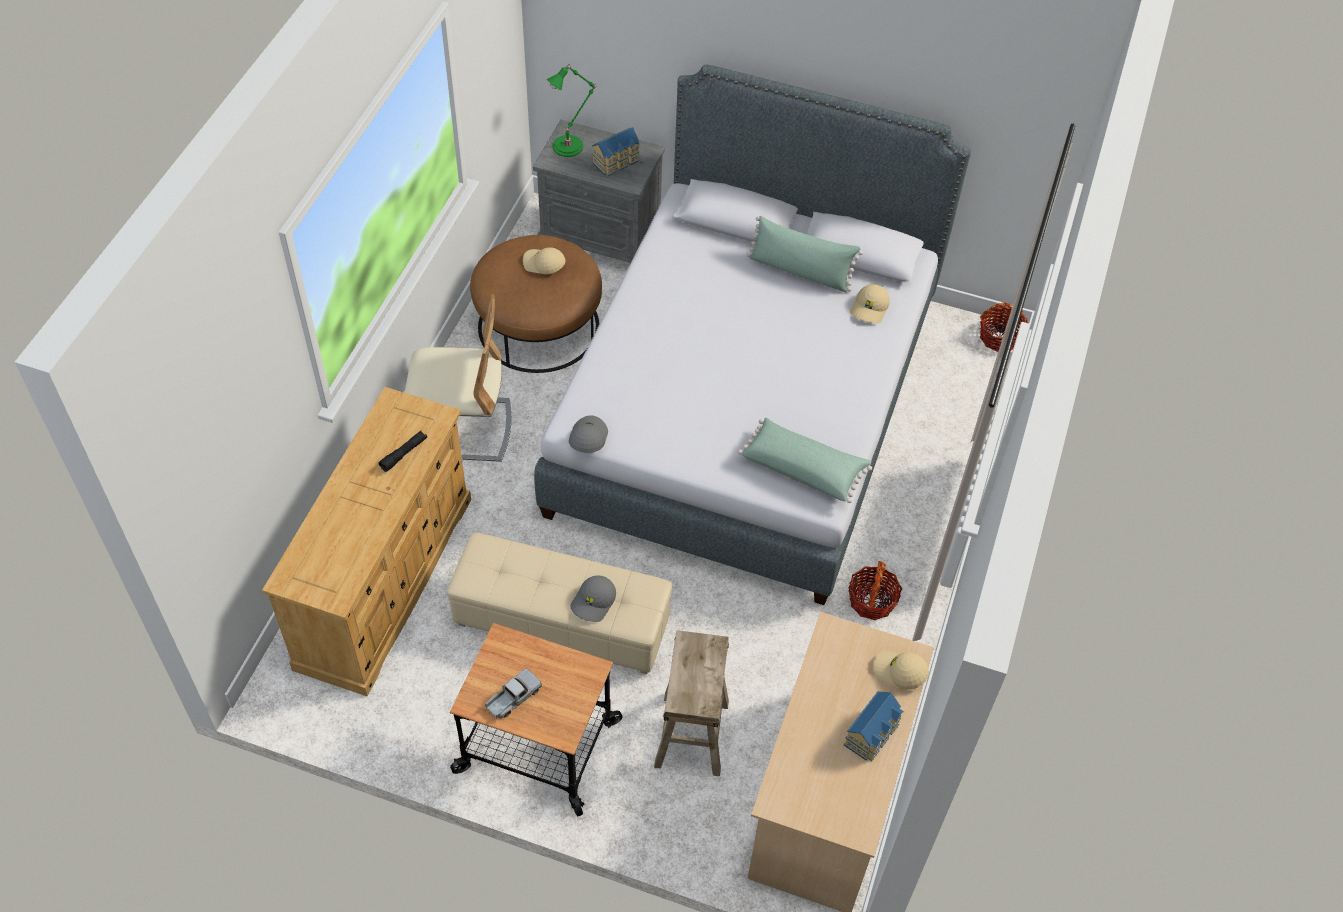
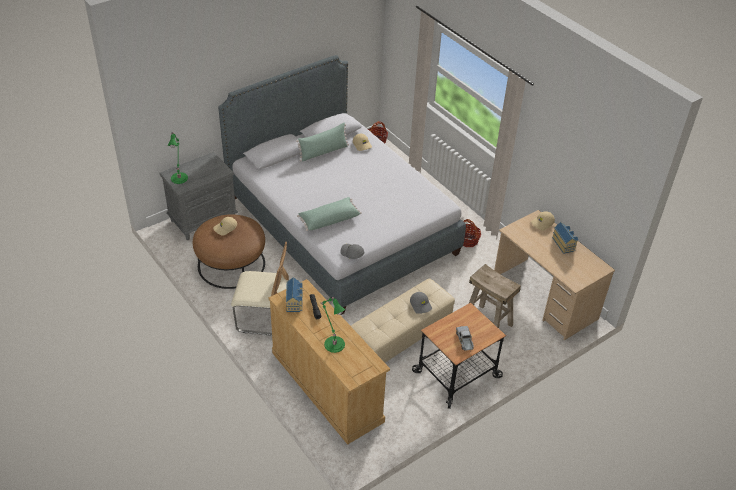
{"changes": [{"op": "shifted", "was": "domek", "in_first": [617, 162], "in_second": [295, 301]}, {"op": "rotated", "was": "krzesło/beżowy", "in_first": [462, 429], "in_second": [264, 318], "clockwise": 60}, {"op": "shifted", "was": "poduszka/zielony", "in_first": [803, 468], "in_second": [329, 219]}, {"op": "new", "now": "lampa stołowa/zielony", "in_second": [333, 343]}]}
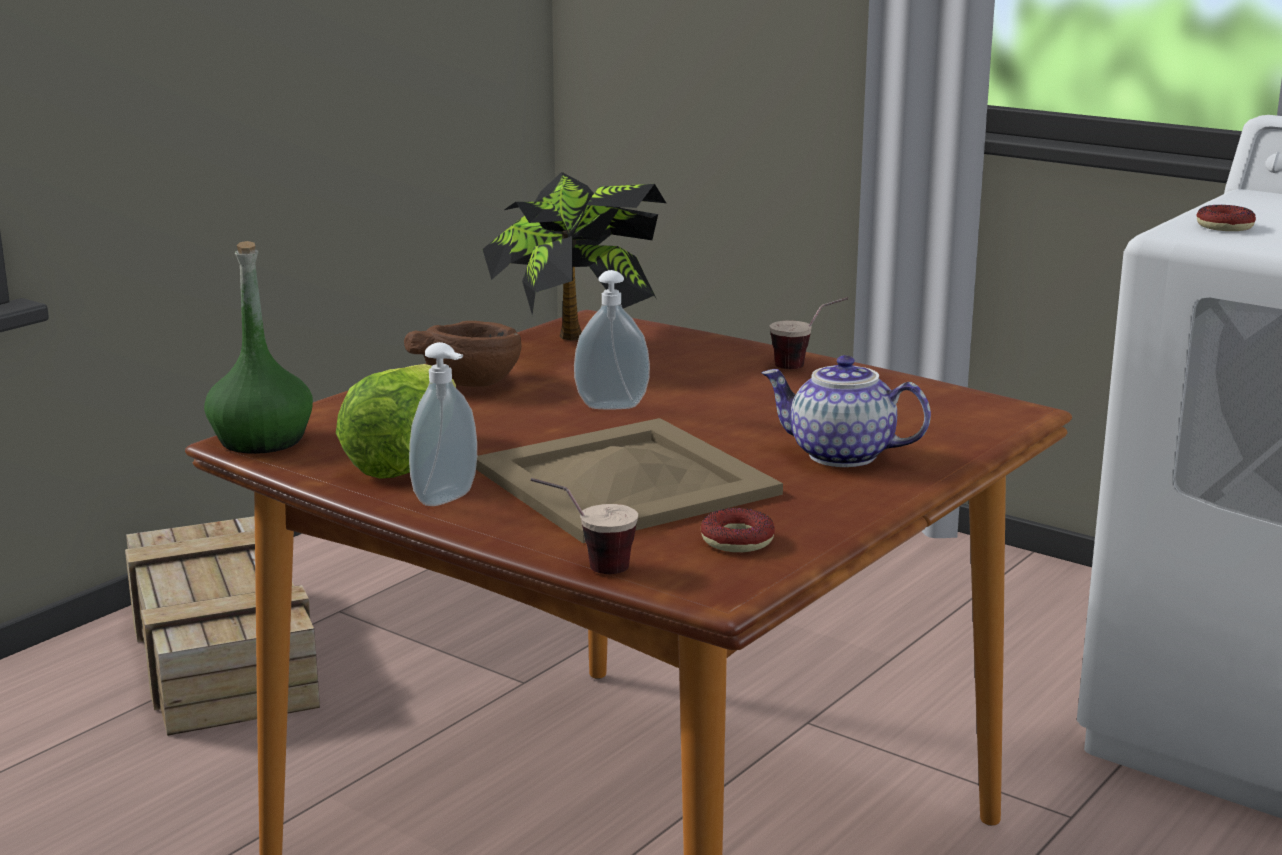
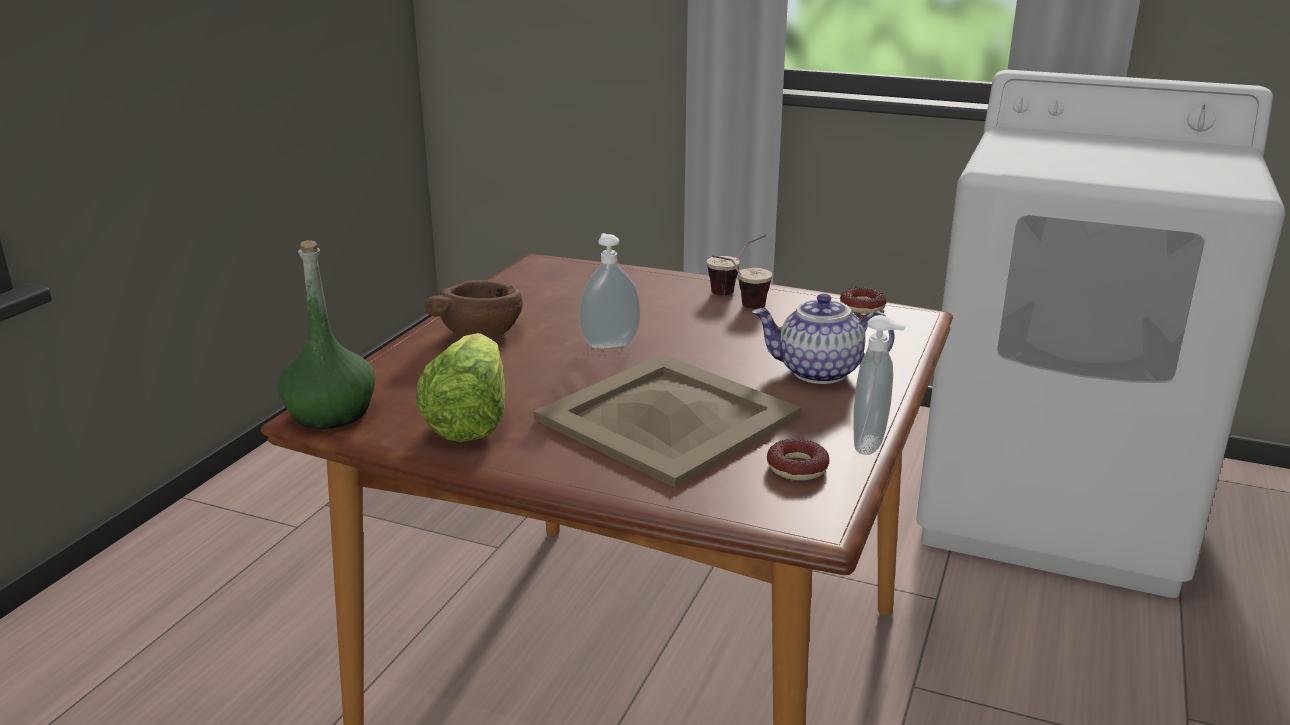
{"changes": [{"op": "gone", "was": "roślina doniczkowa", "in_first": [574, 344]}, {"op": "shifted", "was": "donut", "in_first": [1224, 226], "in_second": [862, 306]}, {"op": "shifted", "was": "dozownik mydła", "in_first": [448, 499], "in_second": [872, 445]}, {"op": "shifted", "was": "filiżanka", "in_first": [585, 568], "in_second": [740, 307]}, {"op": "gone", "was": "skrzynka", "in_first": [218, 652]}]}
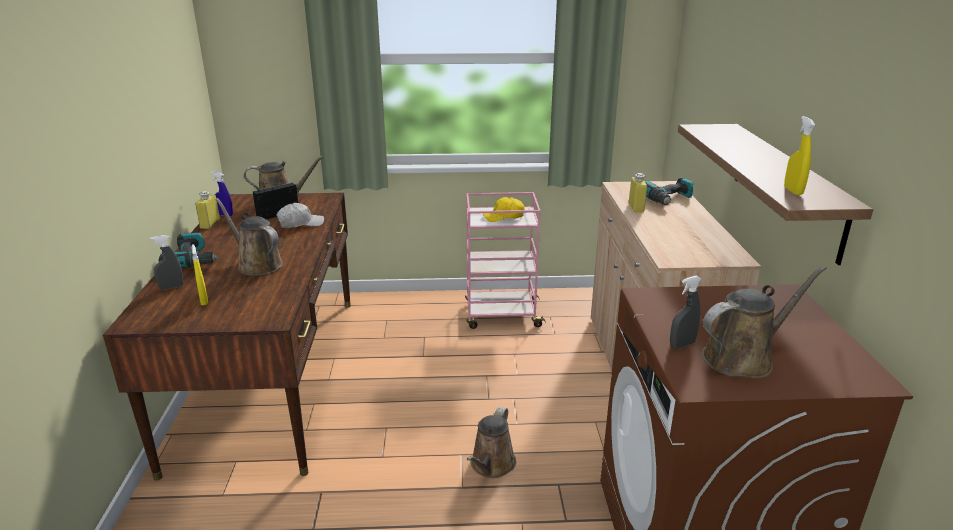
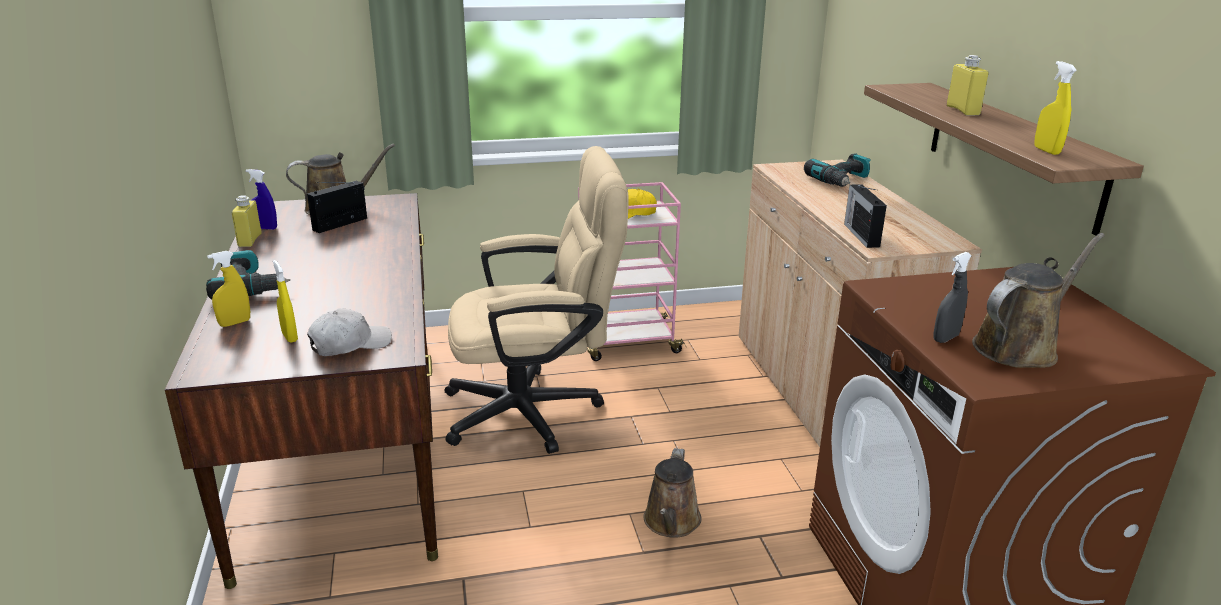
{"changes": [{"op": "shifted", "was": "butelka/żółty", "in_first": [636, 207], "in_second": [962, 110]}, {"op": "gone", "was": "konewka/brązowy", "in_first": [257, 264]}, {"op": "shifted", "was": "czapka z daszkiem/biały", "in_first": [300, 223], "in_second": [350, 344]}, {"op": "repainted", "was": "spryskiwacz/szary", "now": "spryskiwacz/żółty", "in_first": [171, 287], "in_second": [235, 323]}, {"op": "new", "now": "krzesło biurowe/beżowy", "in_second": [537, 411]}, {"op": "new", "now": "radio", "in_second": [861, 235]}]}
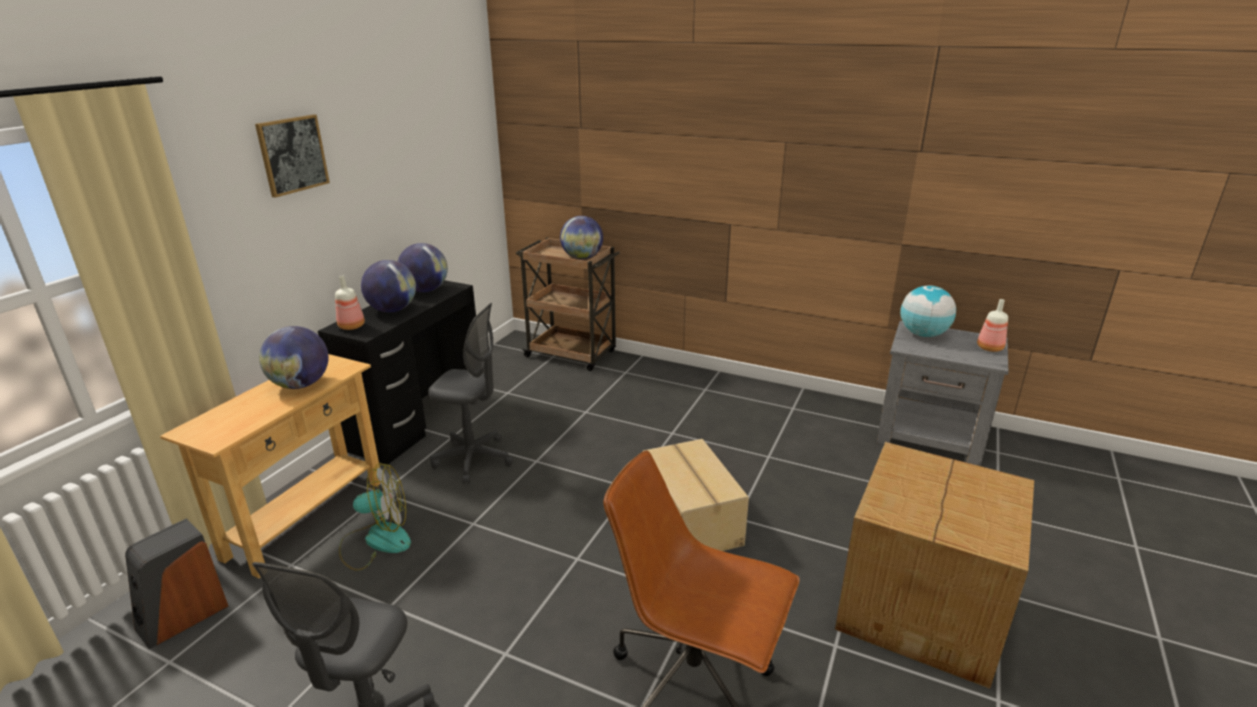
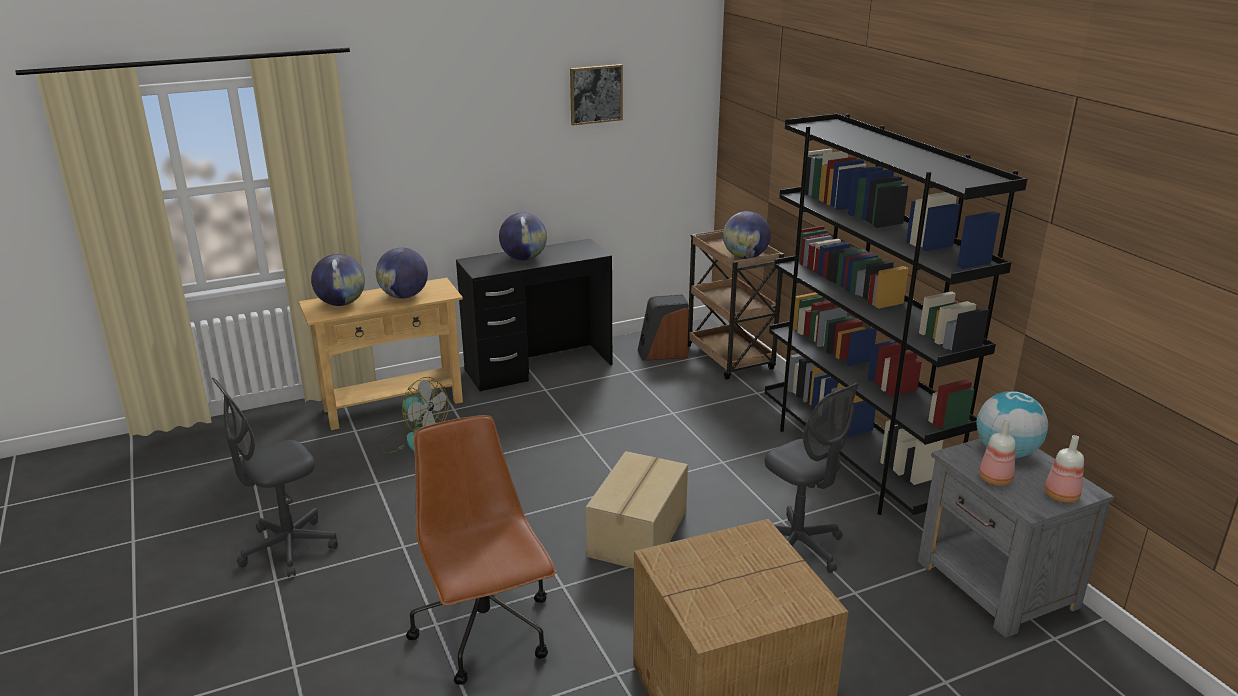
{"changes": [{"op": "shifted", "was": "obraz", "in_first": [292, 155], "in_second": [596, 94]}, {"op": "shifted", "was": "globus", "in_first": [425, 290], "in_second": [341, 303]}, {"op": "shifted", "was": "butelka", "in_first": [352, 326], "in_second": [995, 479]}, {"op": "shifted", "was": "krzesło biurowe/szary", "in_first": [473, 459], "in_second": [797, 547]}, {"op": "shifted", "was": "głośnik", "in_first": [183, 616], "in_second": [662, 353]}, {"op": "new", "now": "regał/czarny", "in_second": [854, 462]}]}
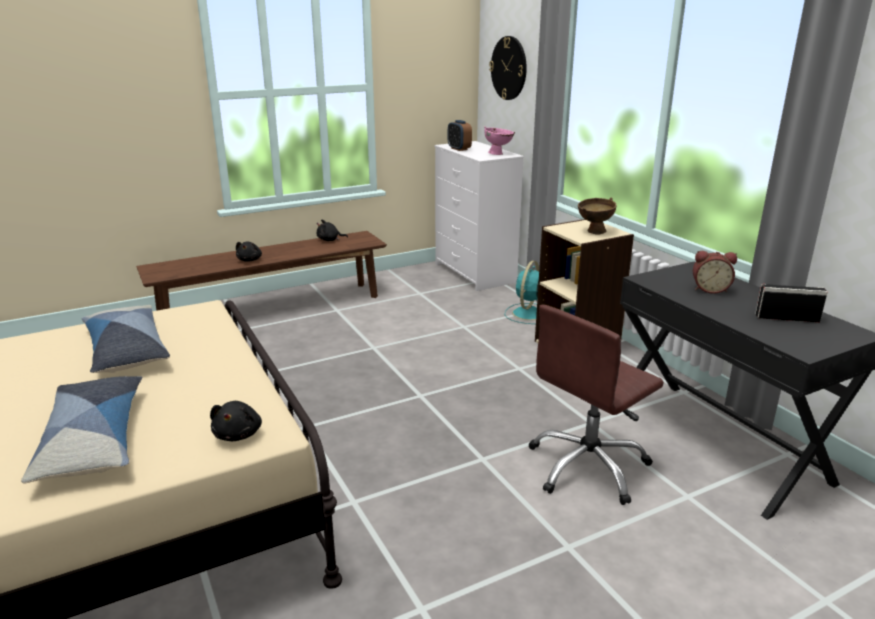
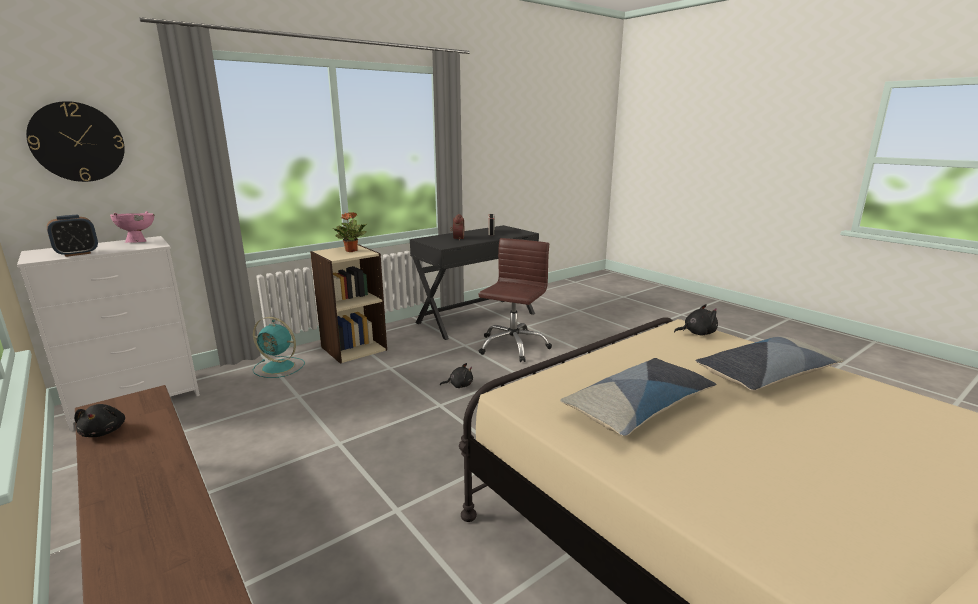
{"changes": [{"op": "swapped", "was": "miska/brązowy", "now": "roślina doniczkowa", "in_first": [594, 232], "in_second": [351, 251]}, {"op": "shifted", "was": "pluszak/czarny", "in_first": [250, 260], "in_second": [459, 385]}, {"op": "rotated", "was": "krzesło biurowe/brązowy", "in_first": [588, 466], "in_second": [512, 346], "clockwise": -105}]}
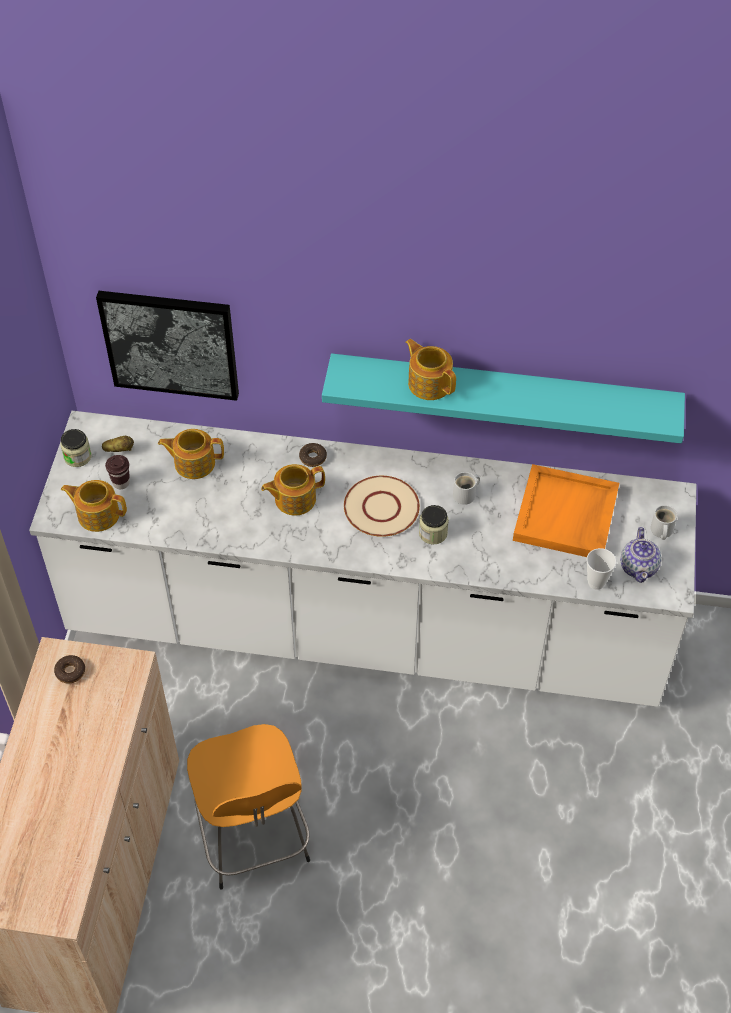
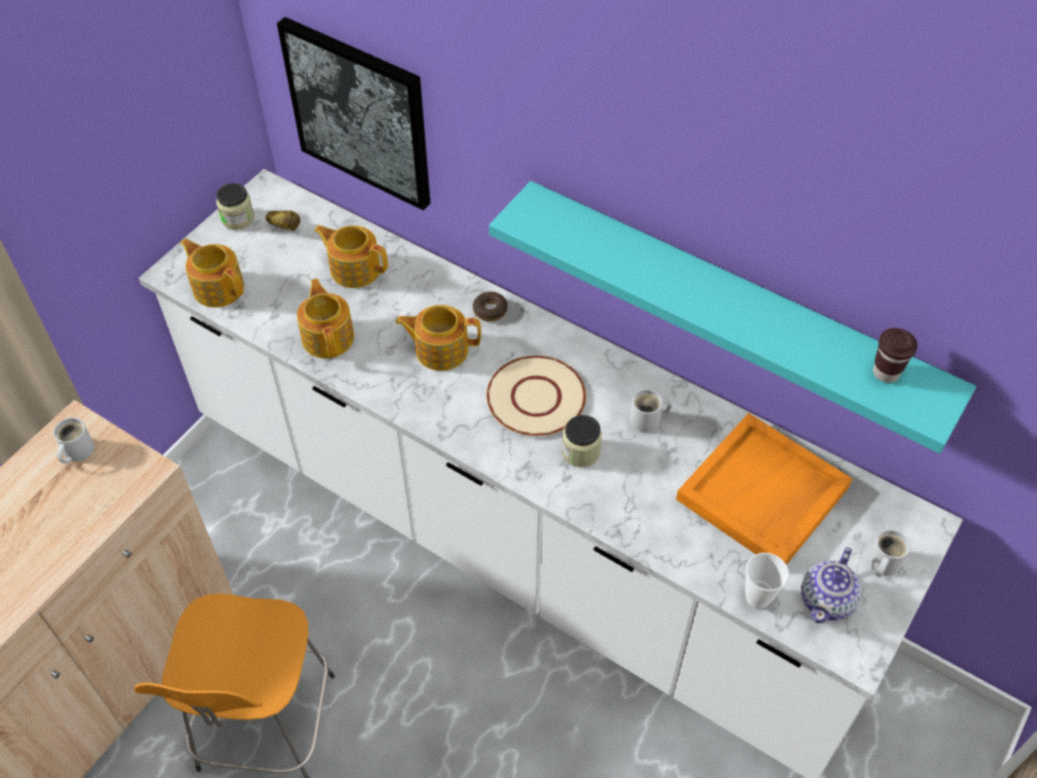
{"changes": [{"op": "shifted", "was": "imbryk", "in_first": [429, 383], "in_second": [328, 337]}, {"op": "shifted", "was": "filiżanka/brązowy", "in_first": [121, 483], "in_second": [886, 372]}, {"op": "swapped", "was": "donut", "now": "kubek/biały", "in_first": [70, 672], "in_second": [76, 451]}]}
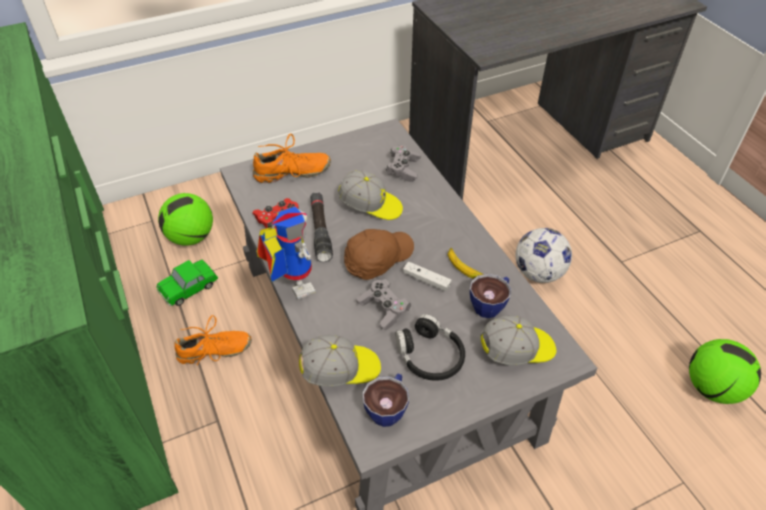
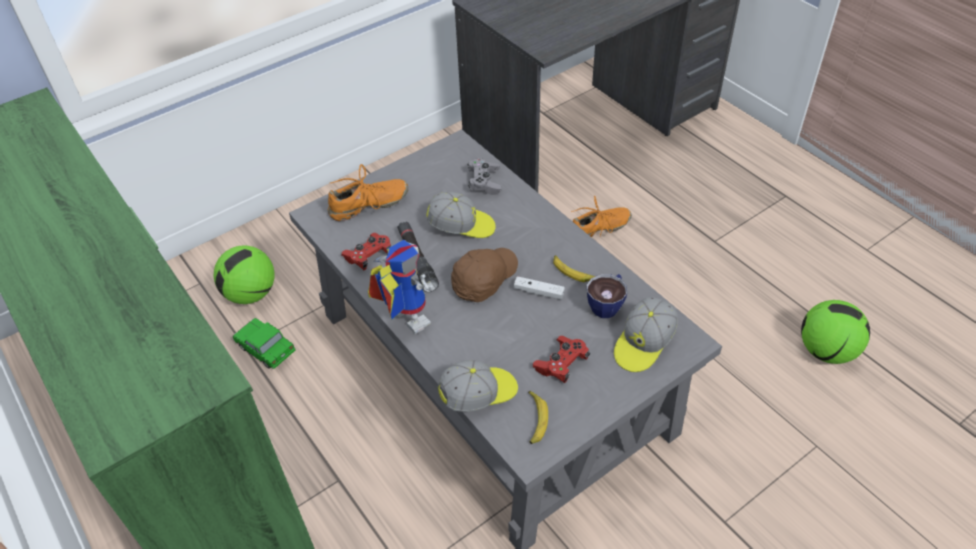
{"changes": [{"op": "gone", "was": "piłka futbolowa", "in_first": [539, 273]}, {"op": "rotated", "was": "samochodzik", "in_first": [189, 288], "in_second": [266, 349], "clockwise": 90}, {"op": "gone", "was": "pad do gier/szary", "in_first": [384, 309]}, {"op": "swapped", "was": "słuchawki/czarny", "now": "pad do gier/czerwony", "in_first": [429, 356], "in_second": [561, 364]}, {"op": "shifted", "was": "but/pomarańczowy", "in_first": [214, 351], "in_second": [599, 229]}, {"op": "rotated", "was": "czapka z daszkiem", "in_first": [517, 350], "in_second": [643, 343], "clockwise": 150}, {"op": "swapped", "was": "filiżanka", "now": "banan", "in_first": [388, 407], "in_second": [535, 420]}]}
